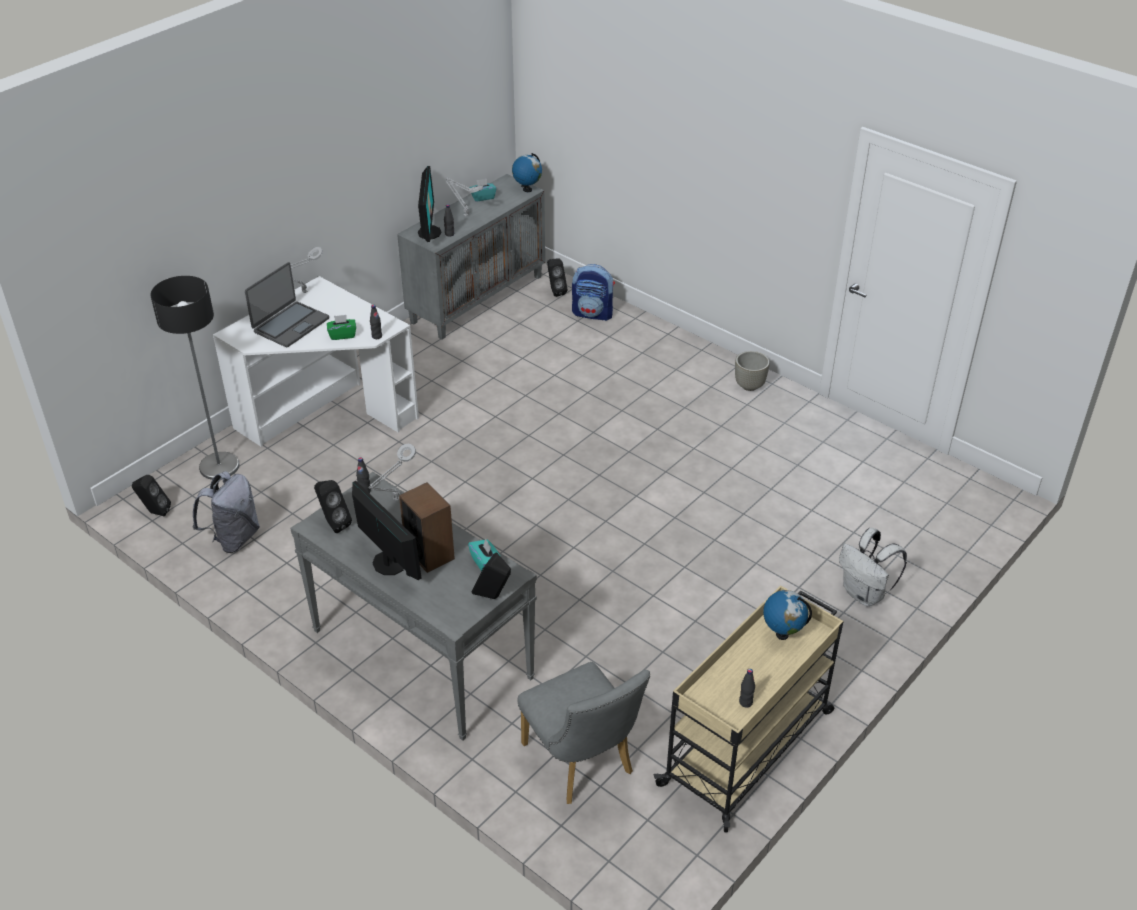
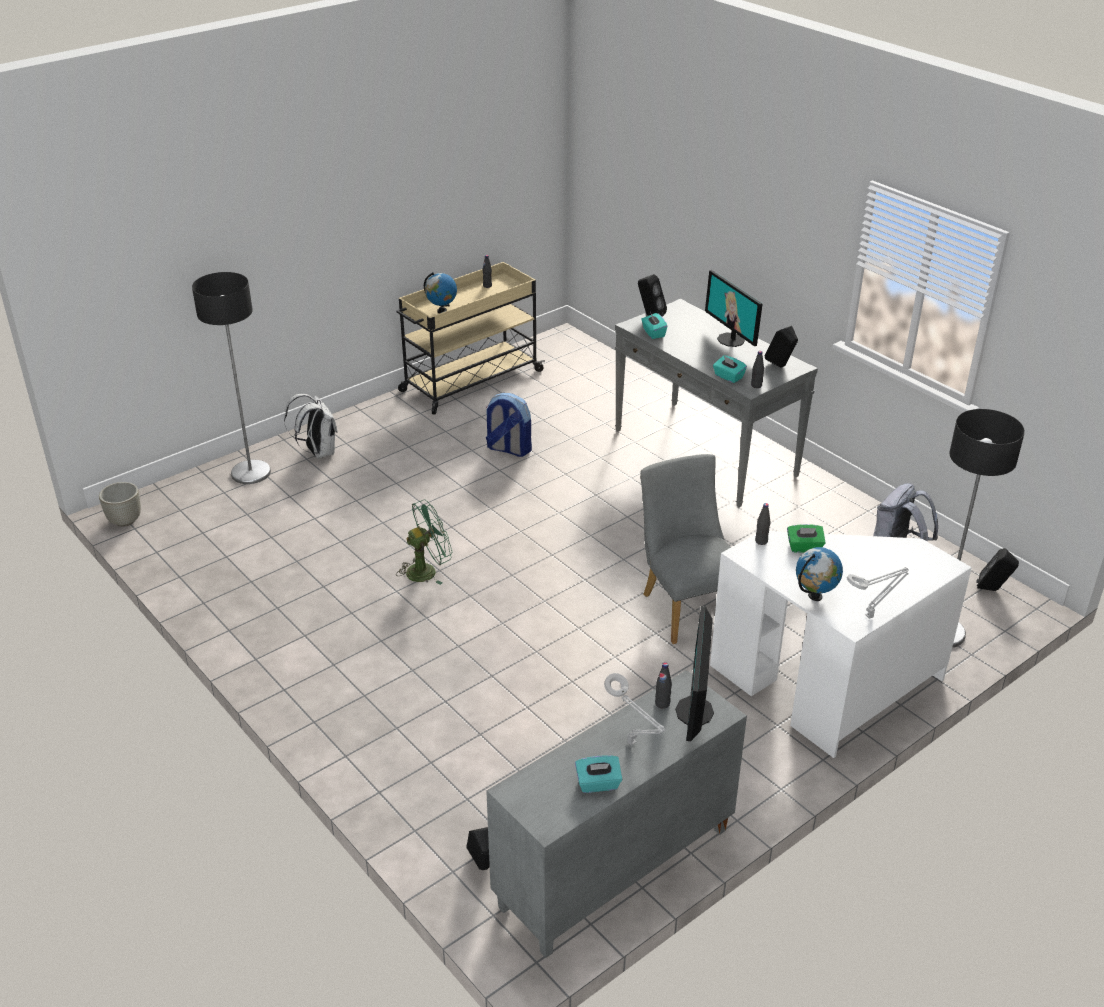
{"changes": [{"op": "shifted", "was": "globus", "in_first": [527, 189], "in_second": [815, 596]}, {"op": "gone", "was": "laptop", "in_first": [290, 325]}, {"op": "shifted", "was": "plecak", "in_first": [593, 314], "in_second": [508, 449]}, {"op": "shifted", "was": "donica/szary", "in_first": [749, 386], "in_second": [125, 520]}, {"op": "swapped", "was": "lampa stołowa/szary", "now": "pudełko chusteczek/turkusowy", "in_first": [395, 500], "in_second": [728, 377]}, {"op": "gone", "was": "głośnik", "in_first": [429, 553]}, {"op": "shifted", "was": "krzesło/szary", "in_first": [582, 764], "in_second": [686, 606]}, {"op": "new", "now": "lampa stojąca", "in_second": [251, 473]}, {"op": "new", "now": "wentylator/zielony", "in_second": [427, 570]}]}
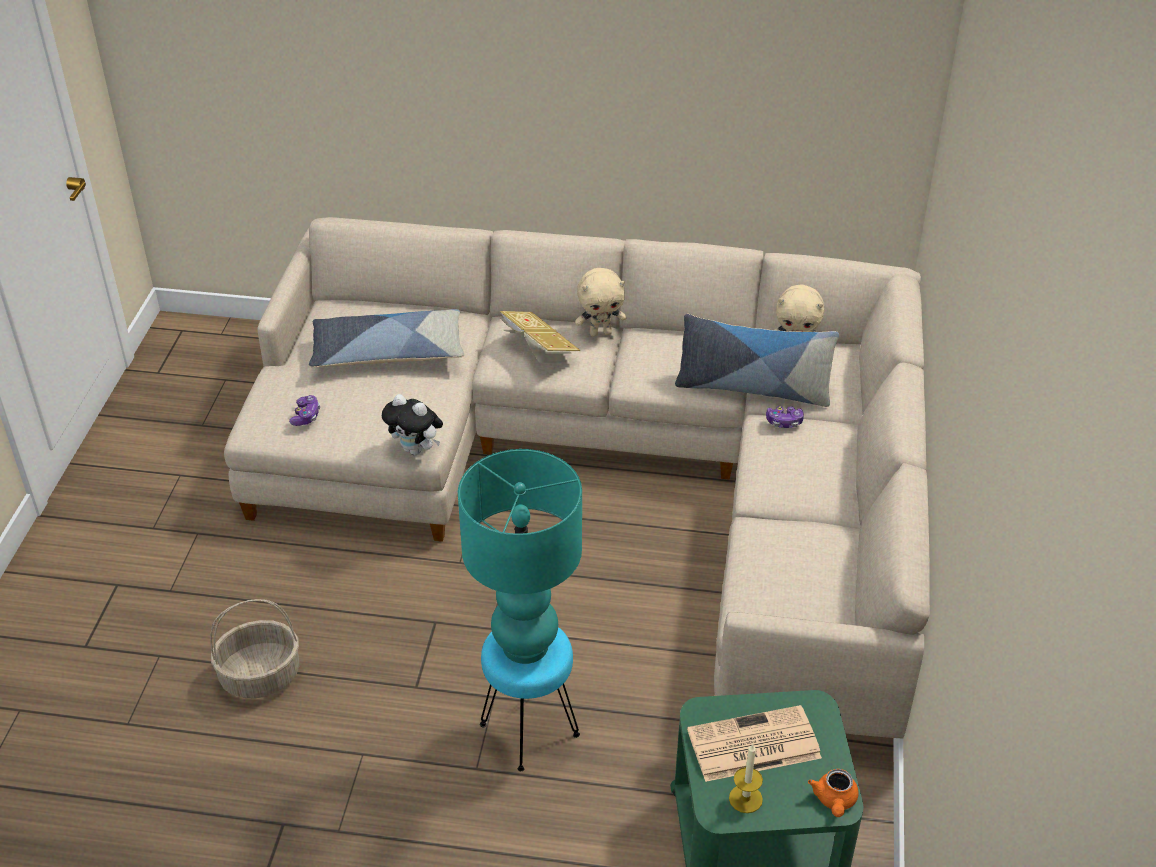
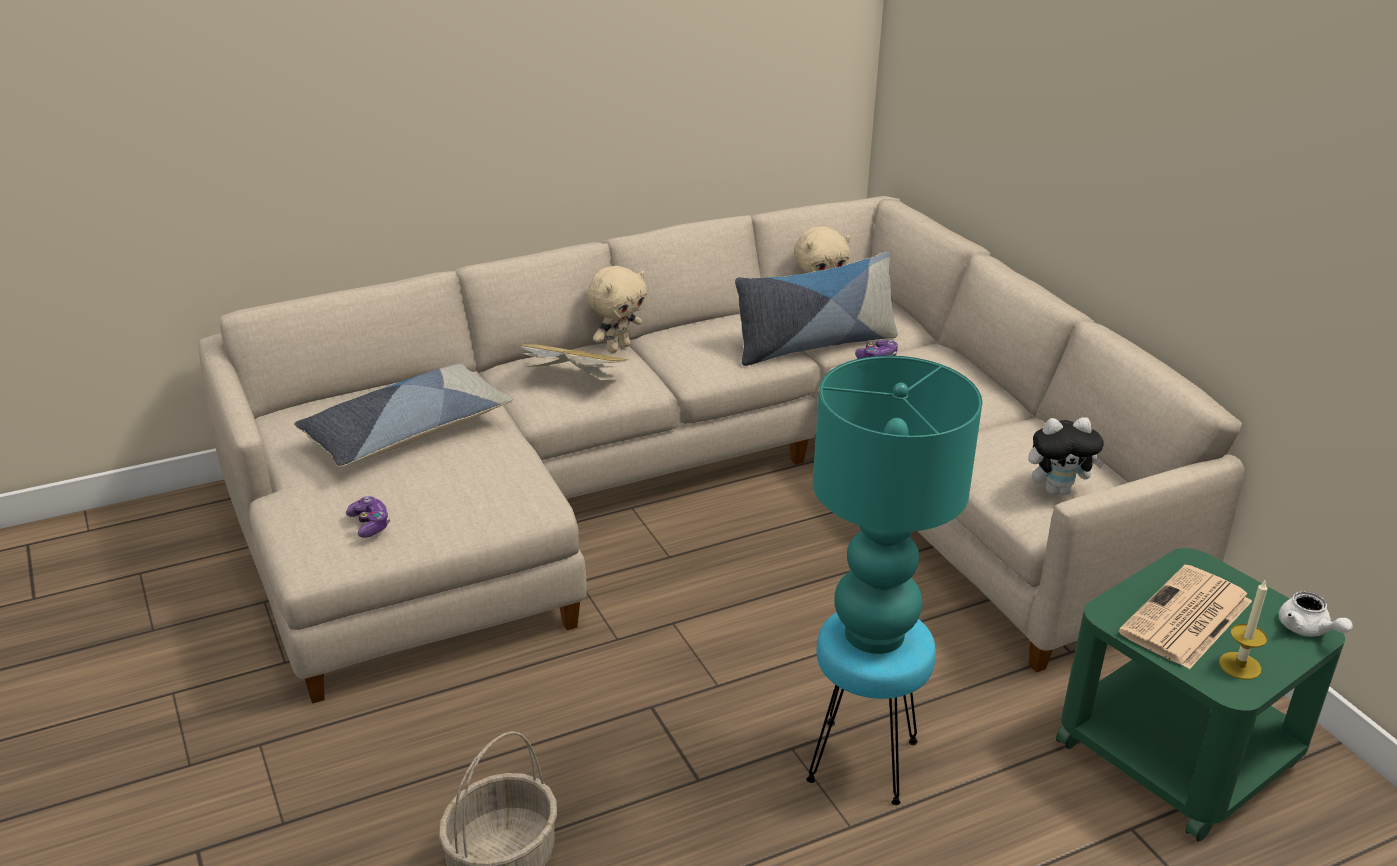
{"changes": [{"op": "shifted", "was": "pluszak", "in_first": [416, 450], "in_second": [1058, 490]}, {"op": "repainted", "was": "imbryk/pomarańczowy", "now": "imbryk/biały", "in_first": [834, 801], "in_second": [1307, 630]}]}
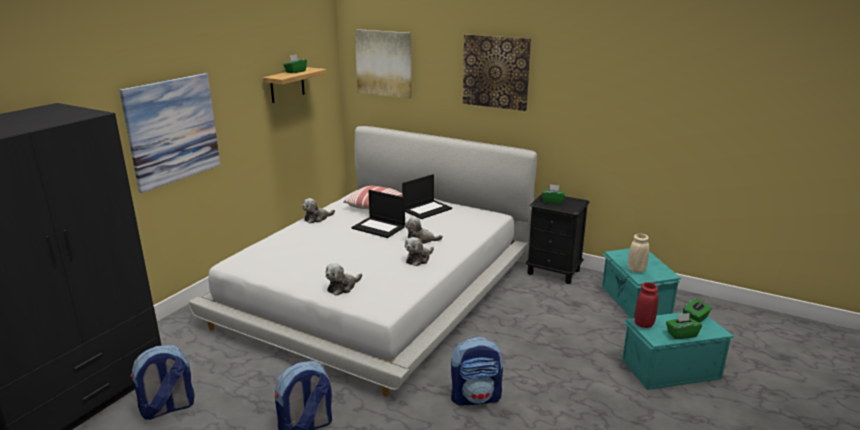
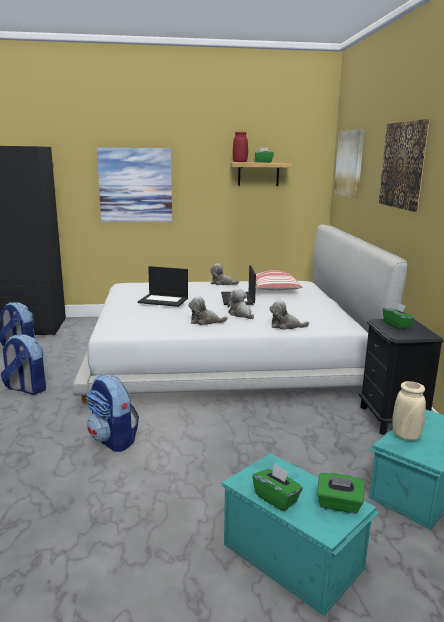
{"changes": [{"op": "shifted", "was": "laptop", "in_first": [427, 209], "in_second": [164, 300]}, {"op": "shifted", "was": "pluszak", "in_first": [343, 287], "in_second": [285, 326]}, {"op": "shifted", "was": "wazon/czerwony", "in_first": [644, 324], "in_second": [240, 162]}]}
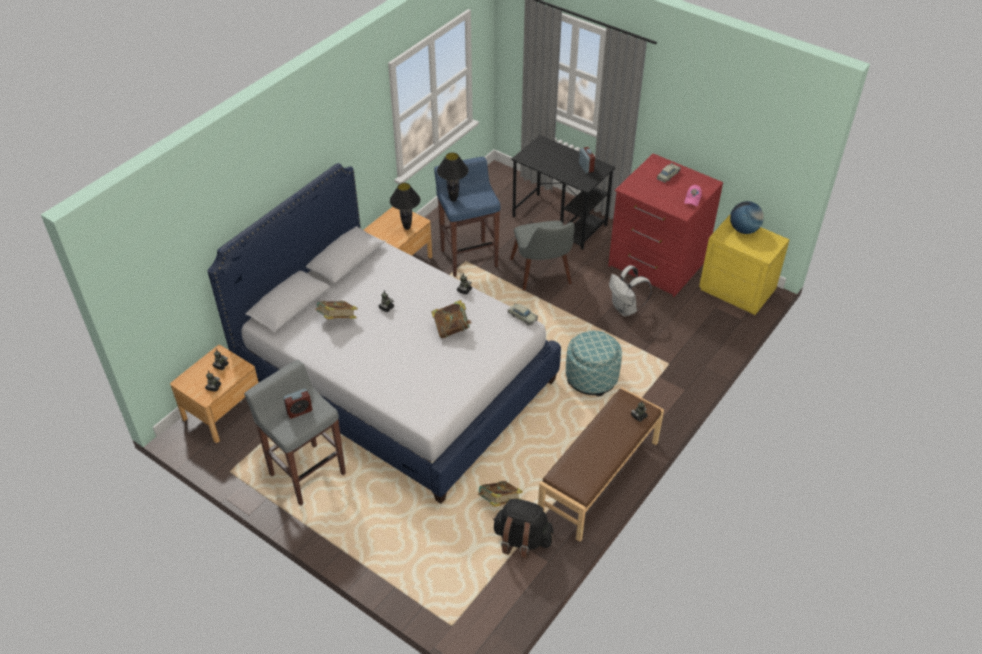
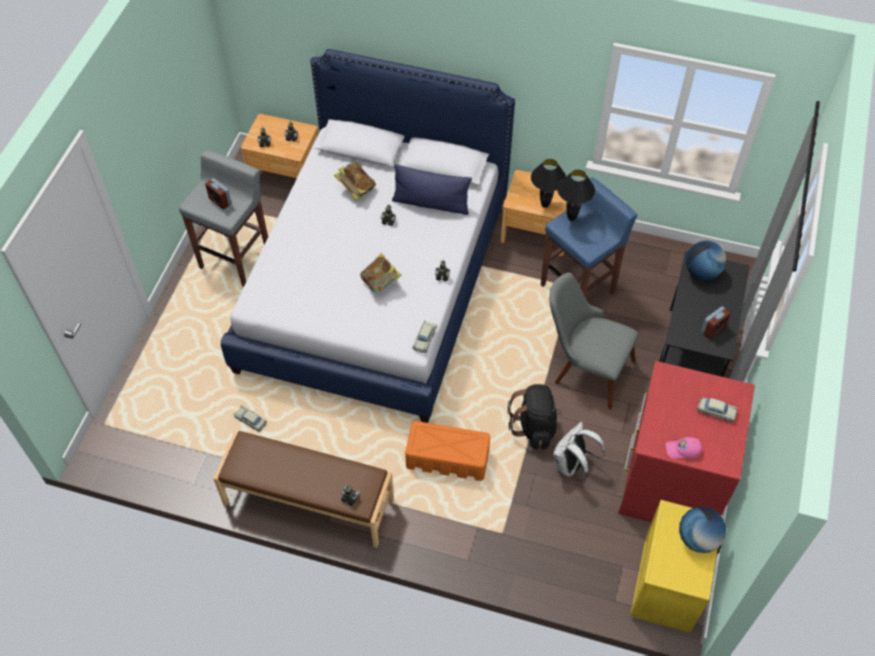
{"changes": [{"op": "rotated", "was": "krzesło/szary", "in_first": [543, 276], "in_second": [584, 368], "clockwise": 60}, {"op": "swapped", "was": "pufa", "now": "pojemnik do przechowywania/pomarańczowy", "in_first": [591, 378], "in_second": [447, 458]}, {"op": "swapped", "was": "książka", "now": "samochodzik/beżowy", "in_first": [499, 502], "in_second": [250, 420]}, {"op": "shifted", "was": "plecak/czarny", "in_first": [522, 540], "in_second": [535, 426]}, {"op": "new", "now": "poduszka/niebieski", "in_second": [431, 203]}, {"op": "new", "now": "globus", "in_second": [701, 272]}]}
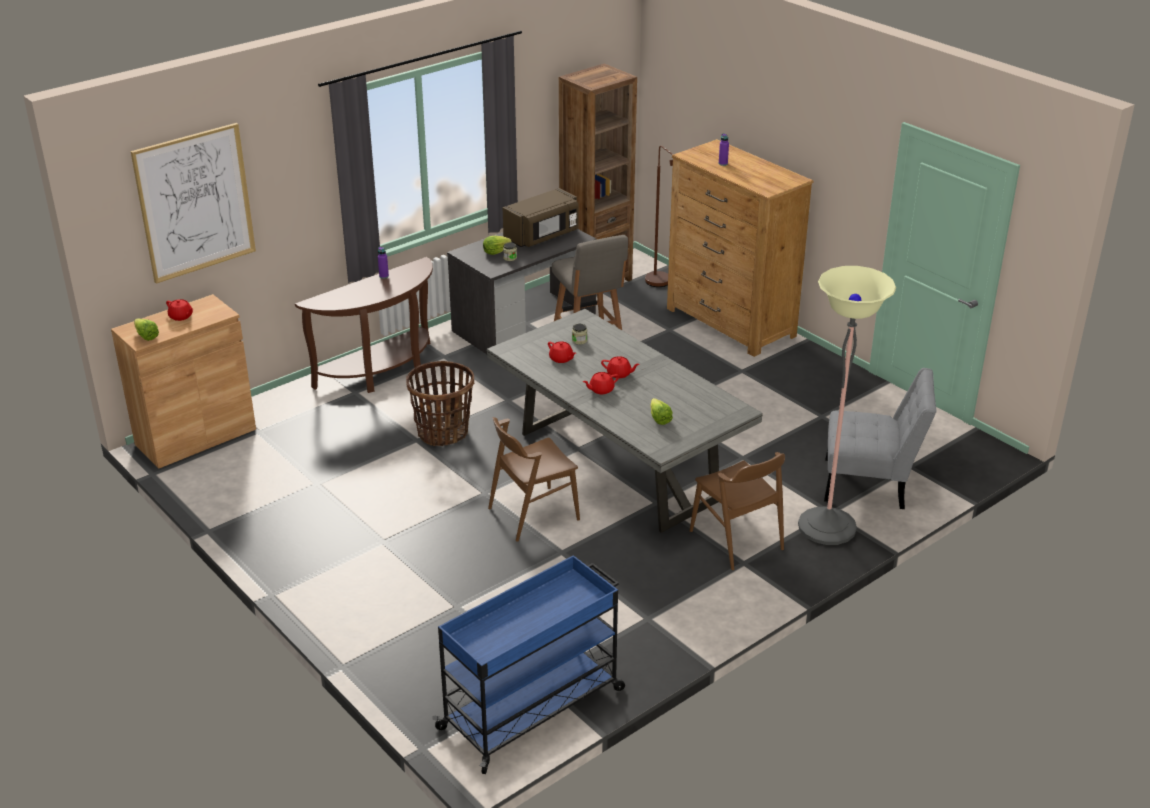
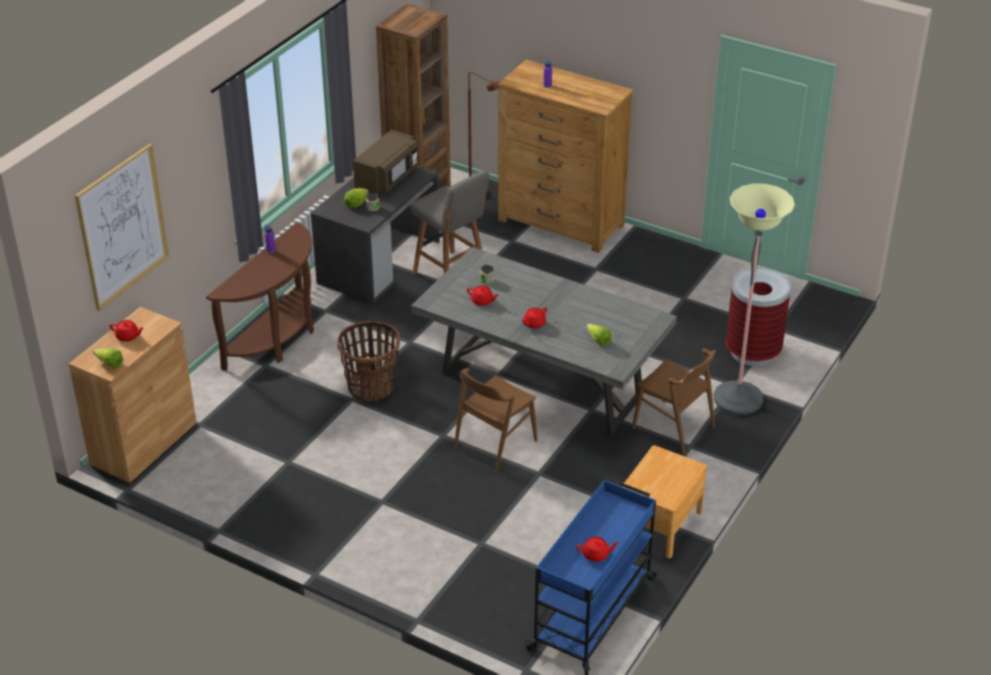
{"changes": [{"op": "shifted", "was": "imbryk/czerwony", "in_first": [619, 374], "in_second": [596, 555]}, {"op": "swapped", "was": "krzesło/szary", "now": "kosz na śmieci", "in_first": [870, 484], "in_second": [753, 352]}, {"op": "new", "now": "szafka nocna/brązowy", "in_second": [659, 524]}]}
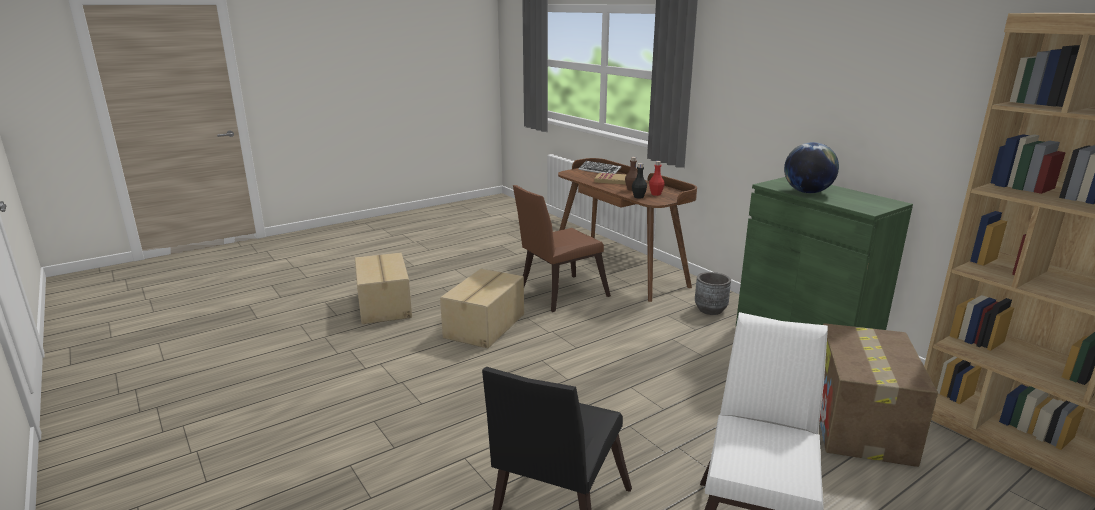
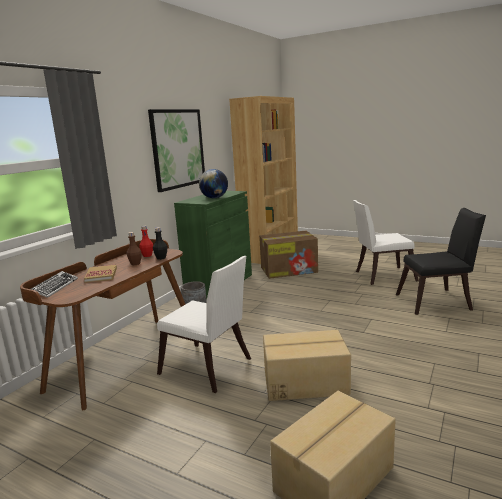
{"changes": [{"op": "repainted", "was": "krzesło/brązowy", "now": "krzesło/biały", "in_first": [558, 294], "in_second": [209, 369]}, {"op": "new", "now": "obraz", "in_second": [178, 148]}]}
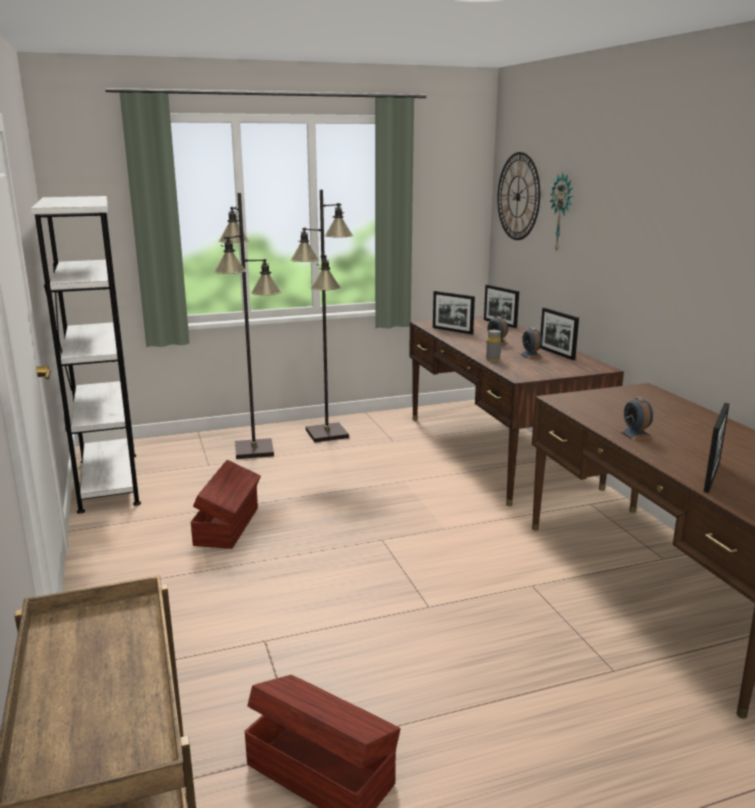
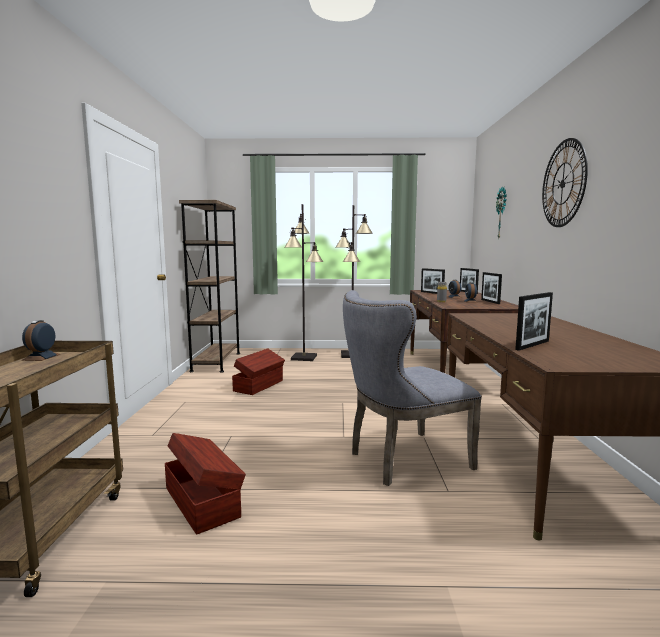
{"changes": [{"op": "shifted", "was": "zegar ścienny", "in_first": [518, 196], "in_second": [563, 183]}, {"op": "repainted", "was": "regał/biały", "now": "regał/brązowy", "in_first": [109, 481], "in_second": [216, 362]}, {"op": "shifted", "was": "budzik", "in_first": [635, 435], "in_second": [41, 357]}, {"op": "new", "now": "krzesło/szary", "in_second": [402, 460]}]}
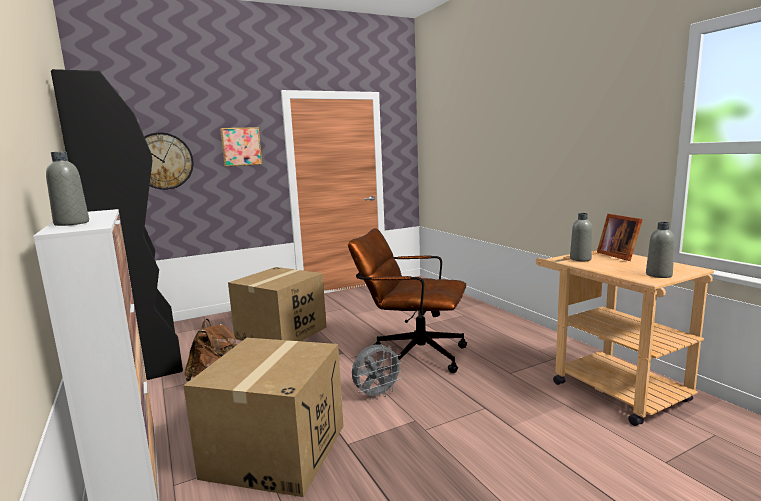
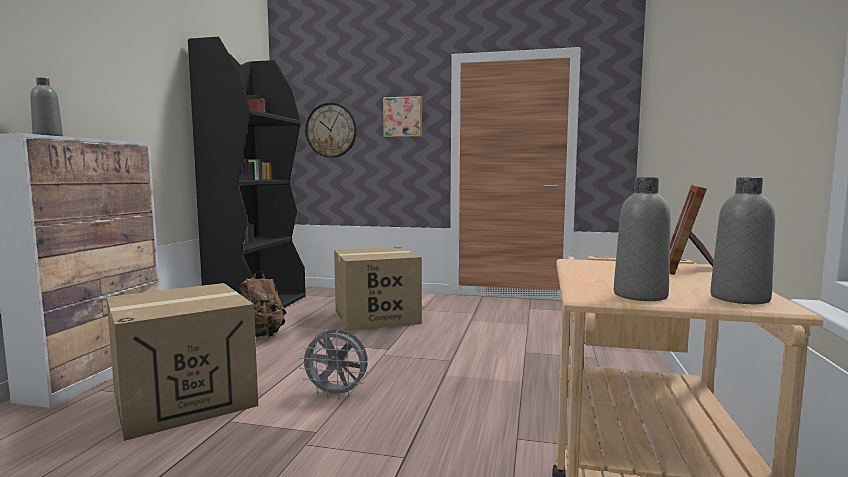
{"changes": [{"op": "shifted", "was": "butelka/szary", "in_first": [580, 259], "in_second": [739, 298]}, {"op": "gone", "was": "krzesło biurowe/brązowy", "in_first": [412, 354]}]}
